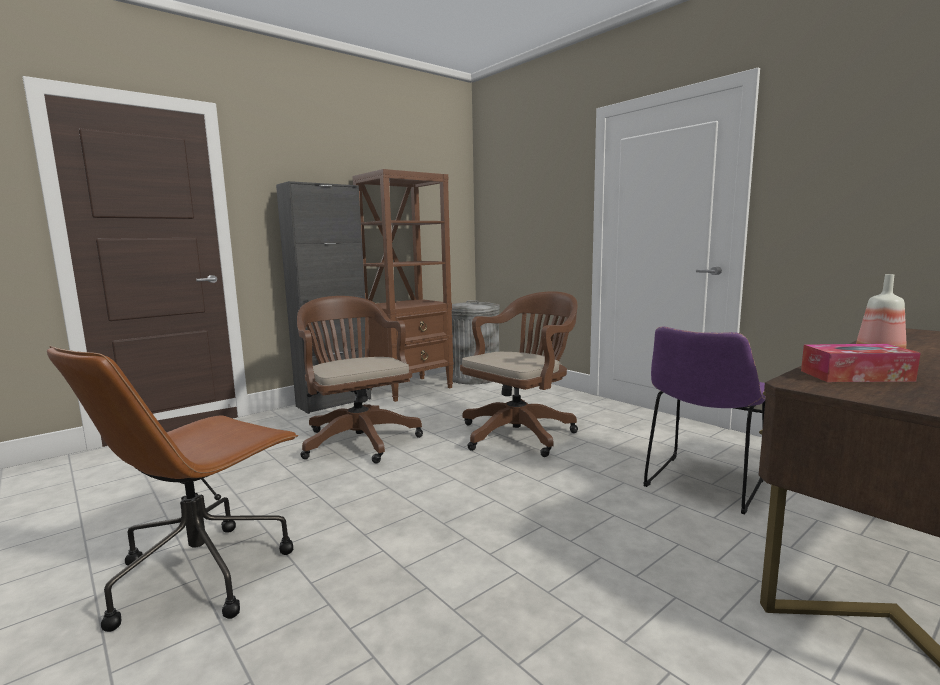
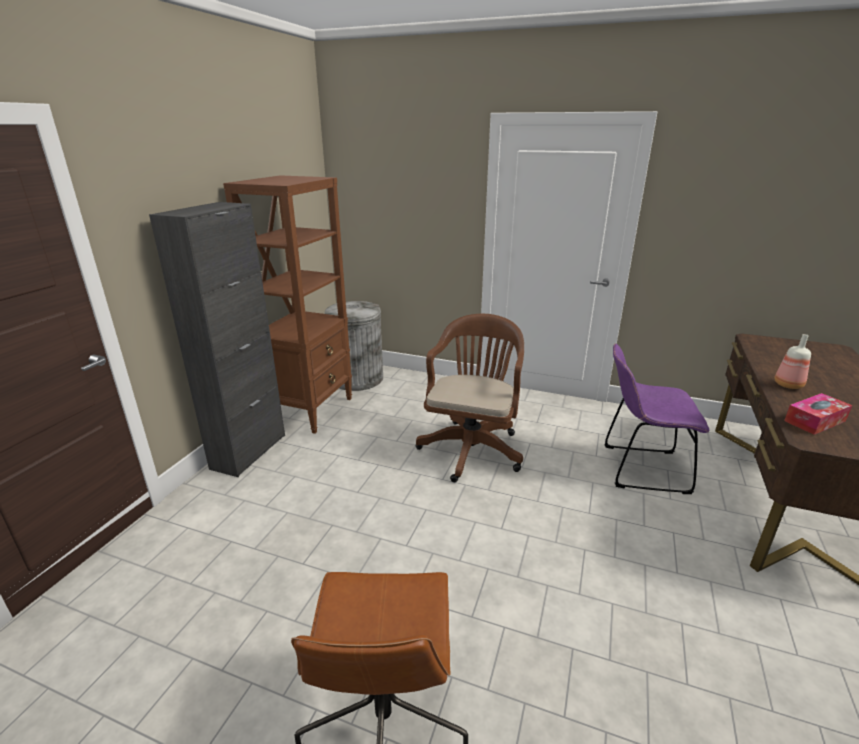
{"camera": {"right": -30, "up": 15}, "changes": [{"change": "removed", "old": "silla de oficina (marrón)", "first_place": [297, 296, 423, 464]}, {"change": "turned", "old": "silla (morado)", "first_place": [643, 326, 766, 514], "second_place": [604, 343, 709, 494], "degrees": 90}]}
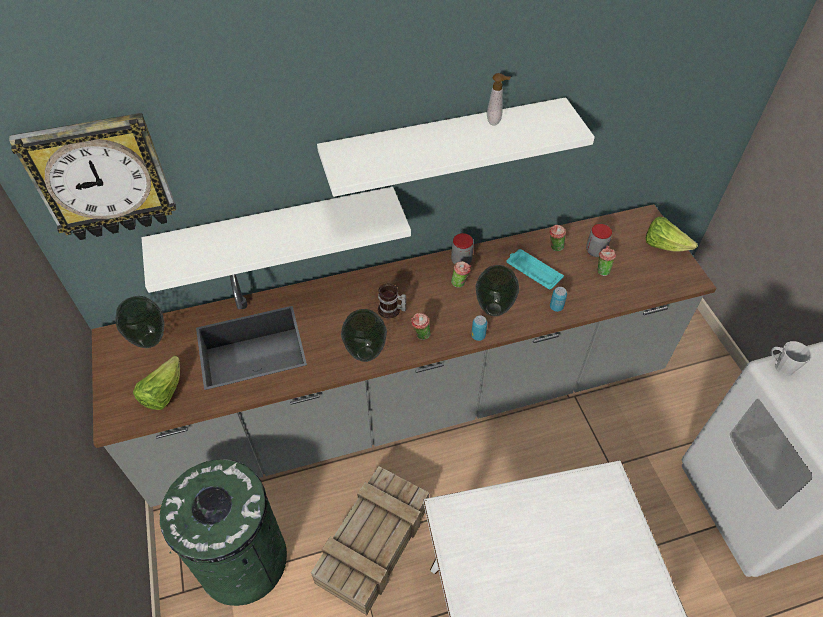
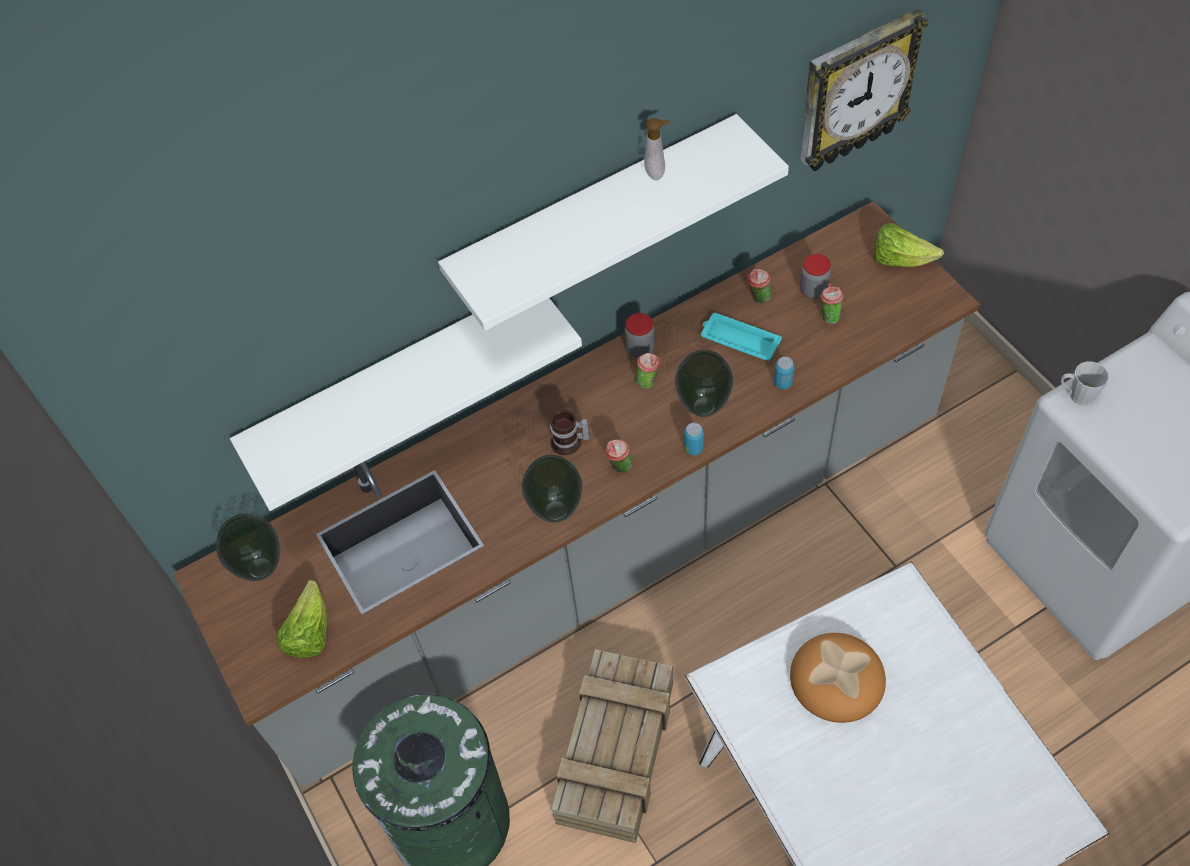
{"camera": {"right": -10, "up": 5}, "changes": [{"change": "moved", "old": "reloj de pared", "first_place": [9, 113, 176, 240], "second_place": [800, 8, 929, 171]}, {"change": "added", "new": "pan", "second_place": [790, 633, 886, 723]}]}
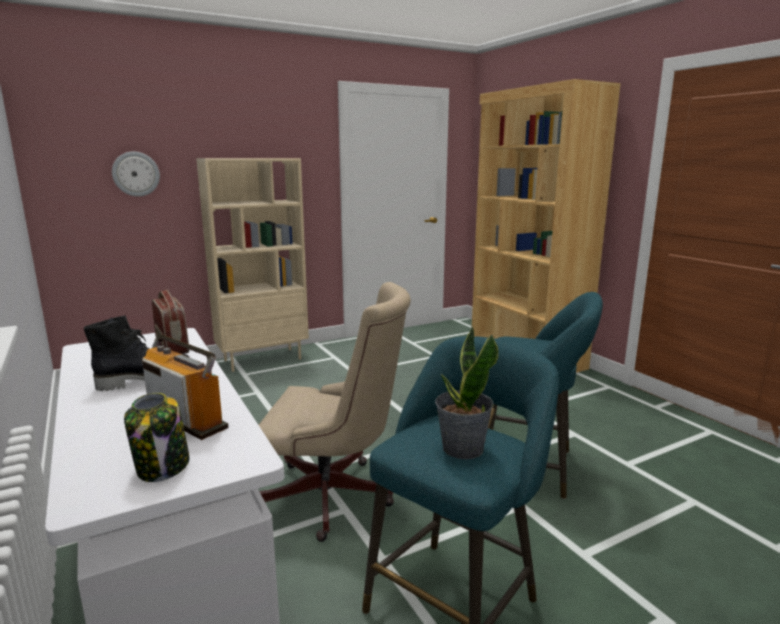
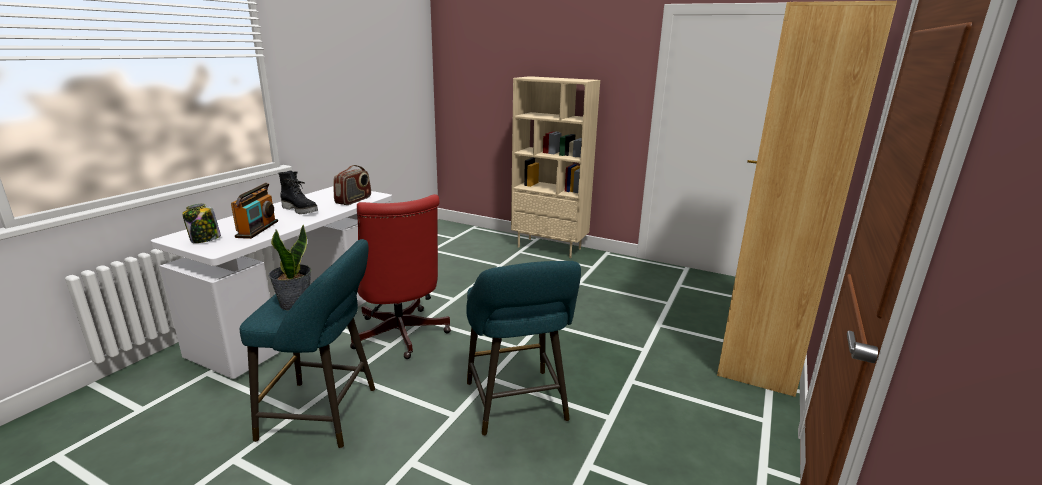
{"camera": {"right": 55, "up": 5}, "changes": [{"change": "removed", "old": "reloj de pared", "first_place": [112, 151, 160, 197]}, {"change": "recoloured", "old": "silla de oficina (beis)", "new": "silla de oficina (rojo)", "first_place": [259, 282, 411, 542], "second_place": [350, 194, 451, 359]}]}
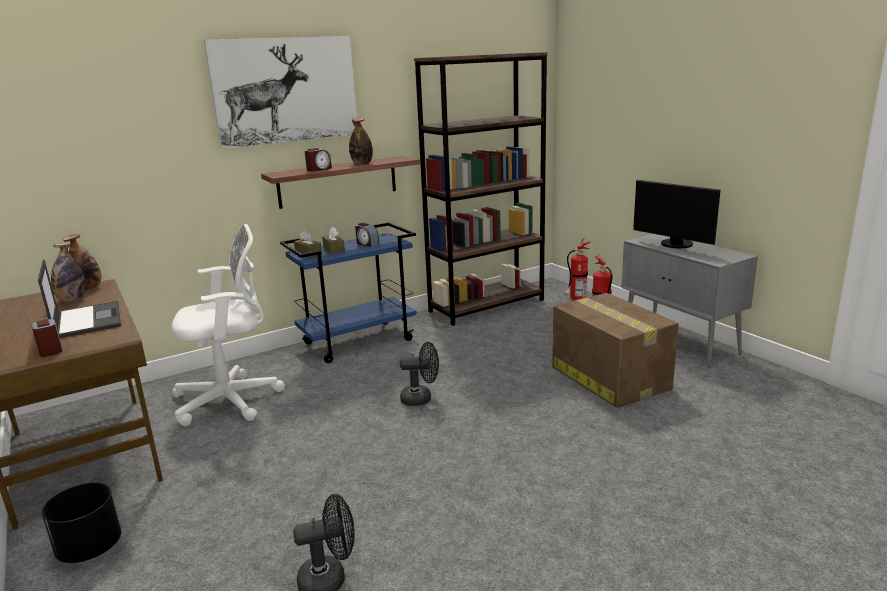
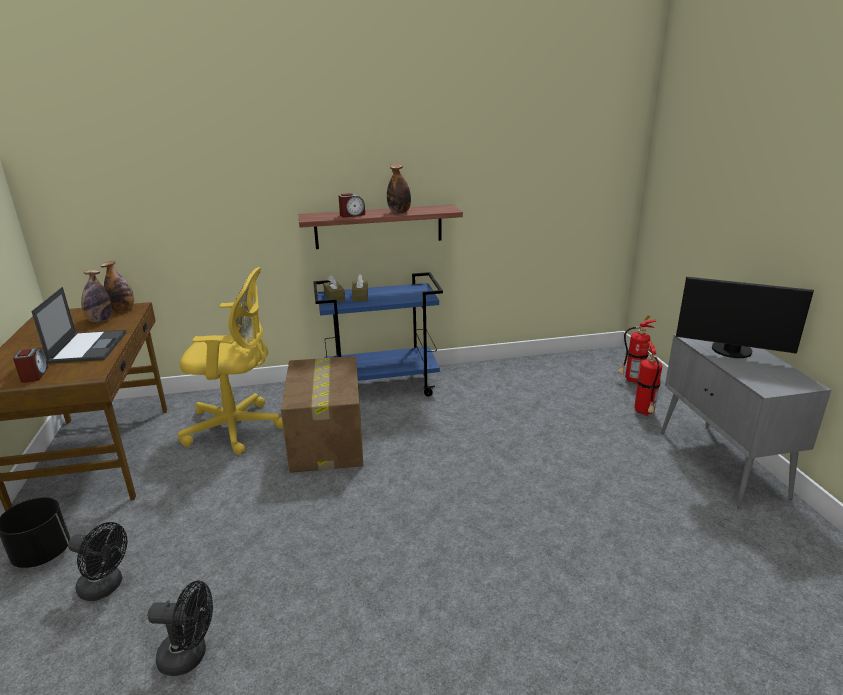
{"camera": {"right": 20, "up": 5}, "changes": [{"change": "removed", "old": "cuadro", "first_place": [204, 36, 357, 149]}, {"change": "removed", "old": "estantería (marrón)", "first_place": [414, 52, 548, 326]}, {"change": "turned", "old": "monitor", "first_place": [633, 180, 721, 248], "second_place": [676, 277, 814, 358], "degrees": -45}, {"change": "removed", "old": "despertador", "first_place": [355, 223, 379, 247]}, {"change": "recoloured", "old": "silla de oficina (blanco)", "new": "silla de oficina (amarillo)", "first_place": [171, 224, 285, 426], "second_place": [177, 267, 283, 455]}, {"change": "moved", "old": "caja de cartón", "first_place": [552, 293, 679, 408], "second_place": [281, 356, 363, 473]}, {"change": "moved", "old": "ventilador (negro)", "first_place": [400, 342, 439, 406], "second_place": [68, 522, 127, 601]}]}
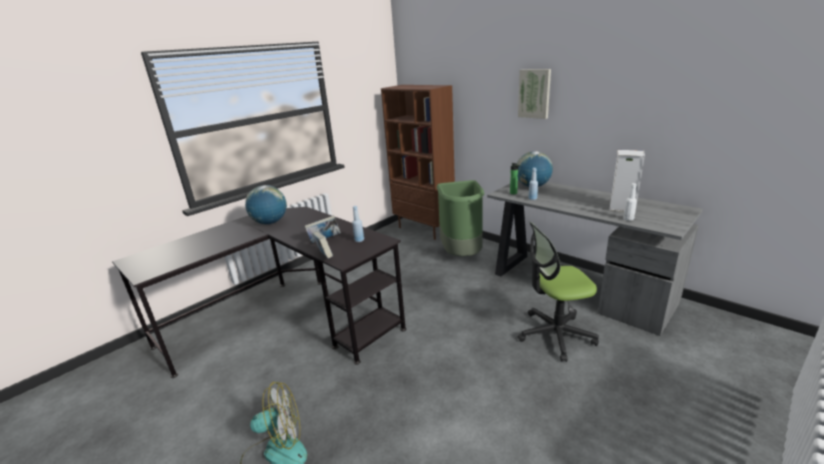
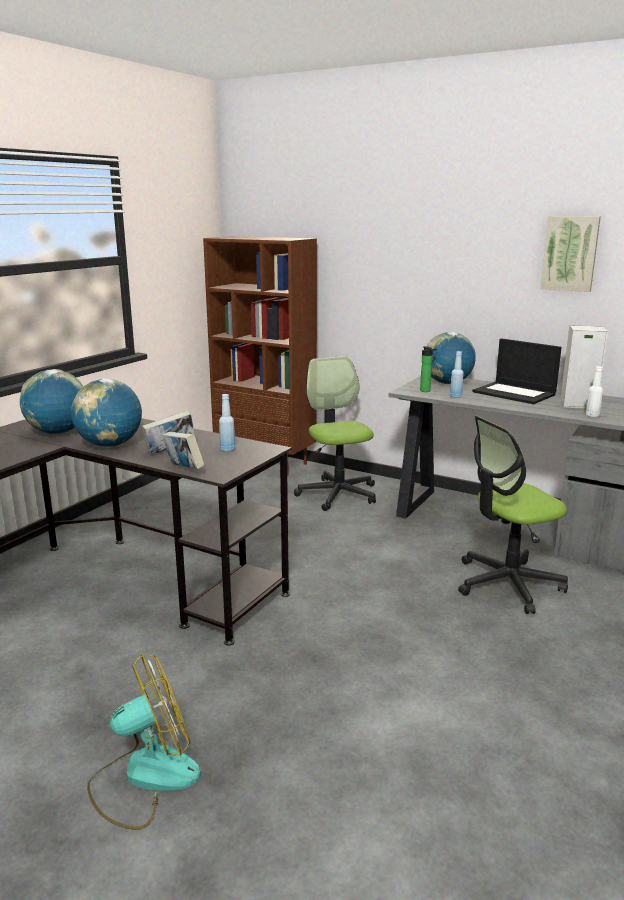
{"camera": {"right": -15, "up": -5}, "changes": [{"change": "moved", "old": "cuadro", "first_place": [518, 69, 551, 119], "second_place": [541, 216, 601, 292]}, {"change": "replaced", "old": "papelera (verde)", "new": "silla de oficina", "first_place": [437, 180, 484, 257], "second_place": [294, 357, 376, 511]}, {"change": "added", "new": "portátil", "second_place": [472, 338, 562, 404]}, {"change": "added", "new": "globo terráqueo", "second_place": [71, 378, 142, 447]}]}
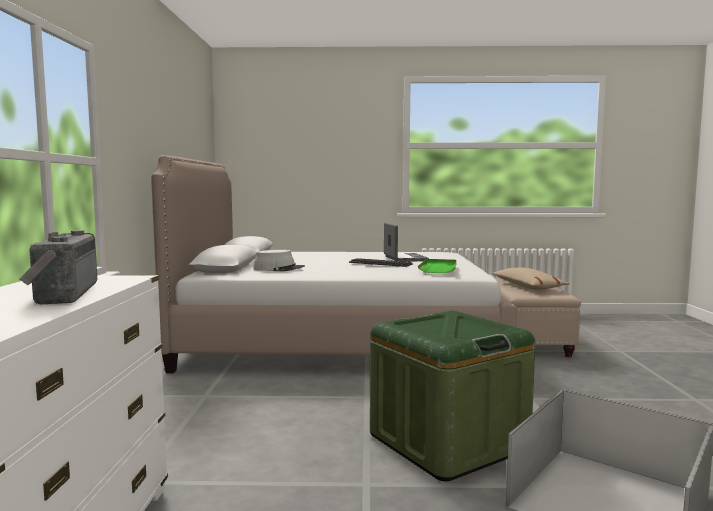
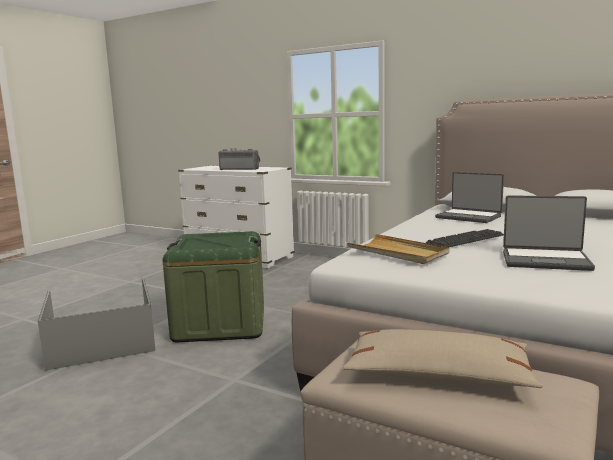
{"camera": {"right": 120, "up": 5}, "changes": [{"change": "replaced", "old": "sombrero (gris)", "new": "portátil", "first_place": [253, 250, 305, 271], "second_place": [435, 172, 504, 223]}, {"change": "recoloured", "old": "bandeja (verde)", "new": "bandeja (beis)", "first_place": [418, 259, 457, 273], "second_place": [347, 234, 449, 264]}]}
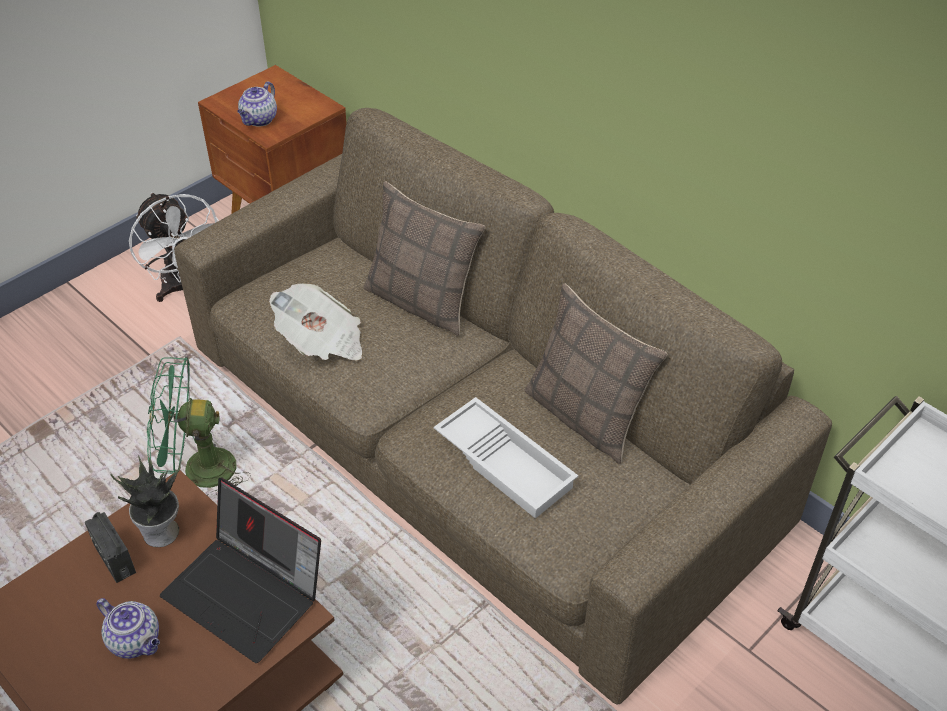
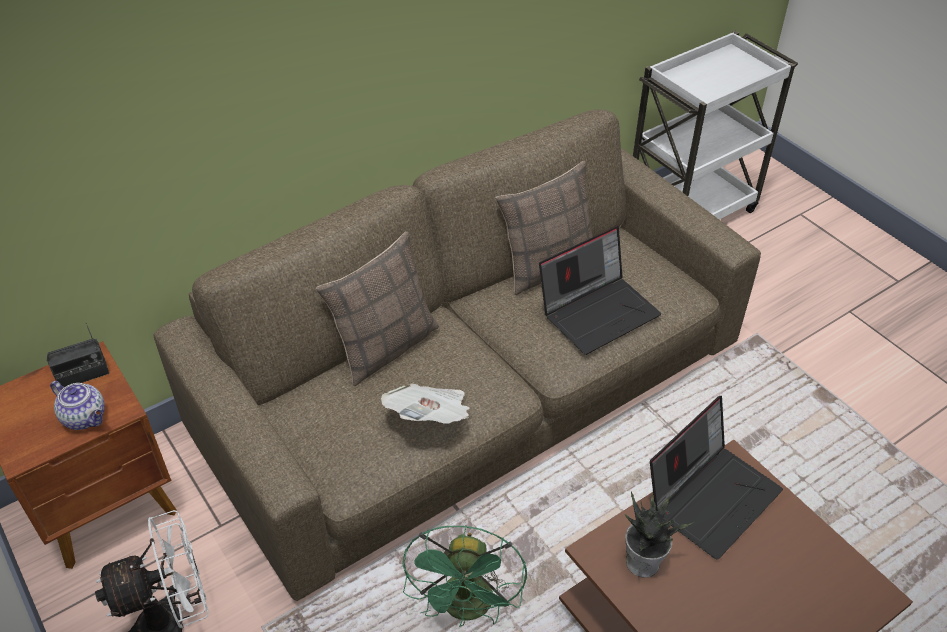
{"camera": {"right": -80, "up": 0}, "changes": [{"change": "replaced", "old": "bandeja (blanco)", "new": "portátil", "first_place": [434, 397, 578, 518], "second_place": [539, 226, 661, 355]}, {"change": "moved", "old": "radio", "first_place": [85, 512, 136, 583], "second_place": [47, 322, 109, 387]}, {"change": "removed", "old": "tetera", "first_place": [96, 598, 160, 659]}]}
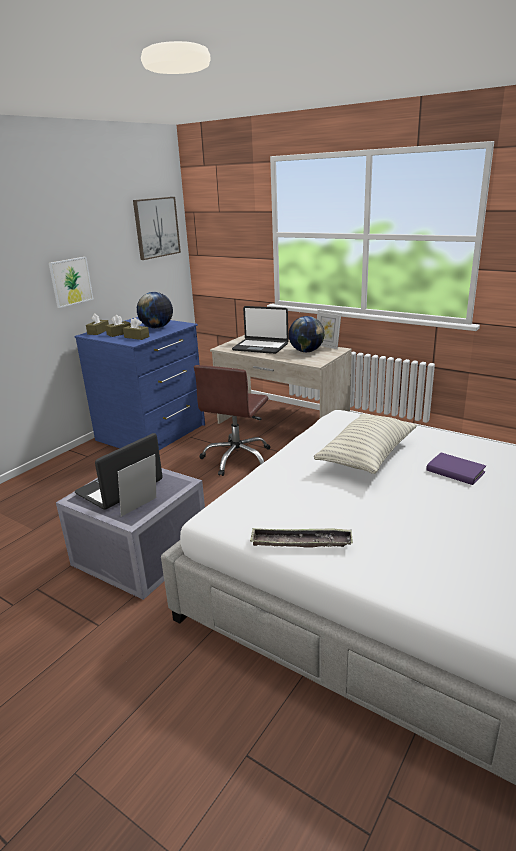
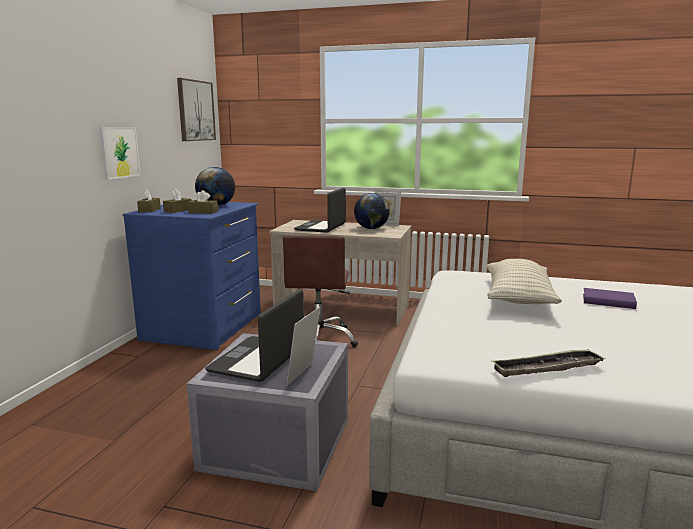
{"camera": {"right": -20, "up": -10}, "changes": [{"change": "turned", "old": "portátil", "first_place": [232, 306, 288, 354], "second_place": [294, 188, 346, 233], "degrees": 105}]}
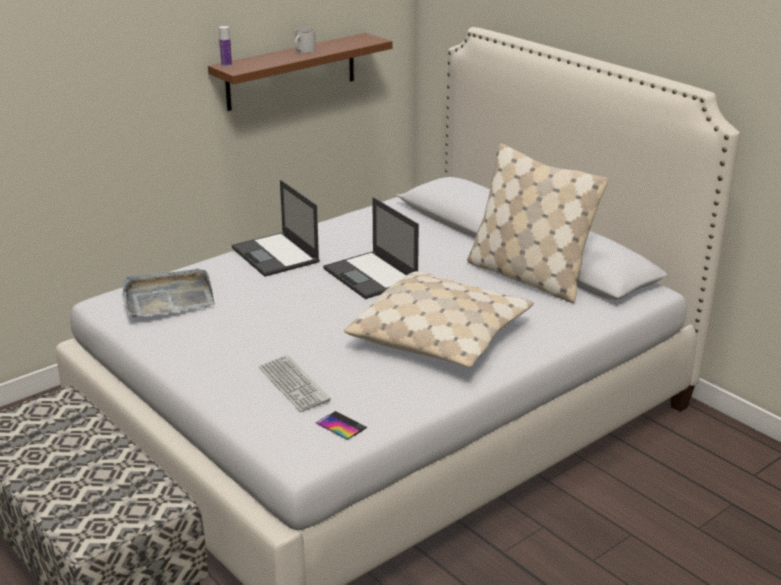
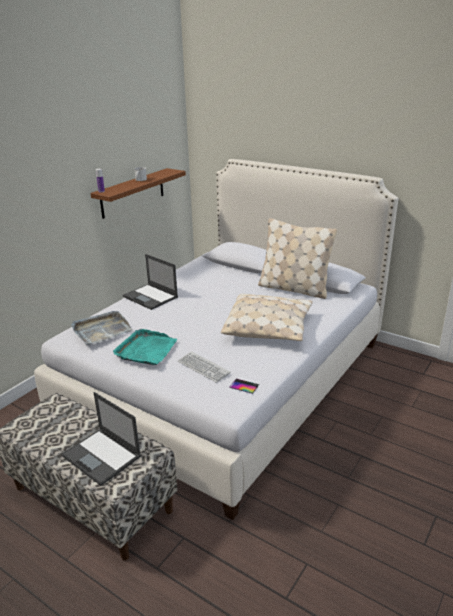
{"camera": {"right": -15, "up": 0}, "changes": [{"change": "moved", "old": "portátil", "first_place": [323, 197, 419, 299], "second_place": [62, 392, 141, 486]}, {"change": "added", "new": "bandeja (turquesa)", "second_place": [113, 329, 177, 365]}]}
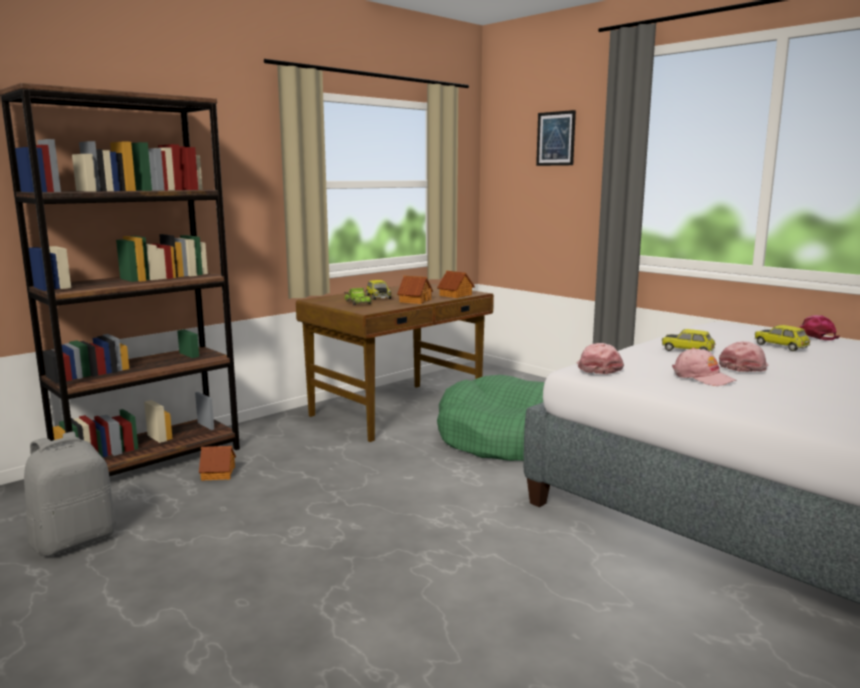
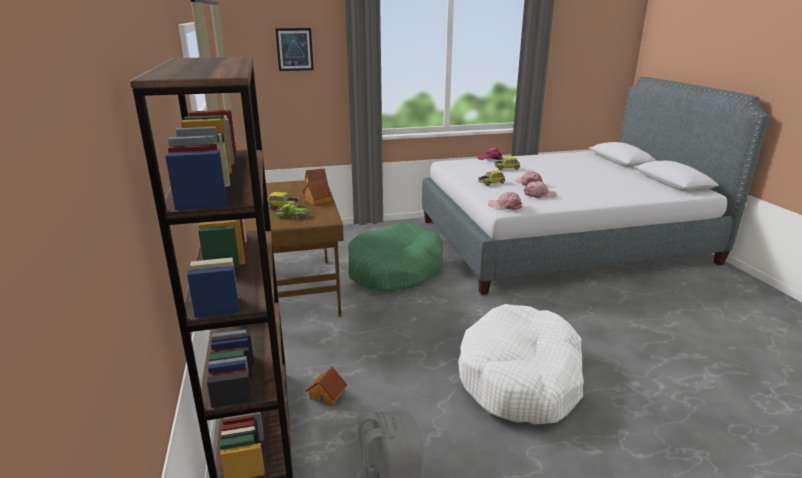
{"camera": {"right": -60, "up": 10}, "changes": [{"change": "added", "new": "cama para perro (blanco)", "second_place": [458, 304, 584, 424]}]}
